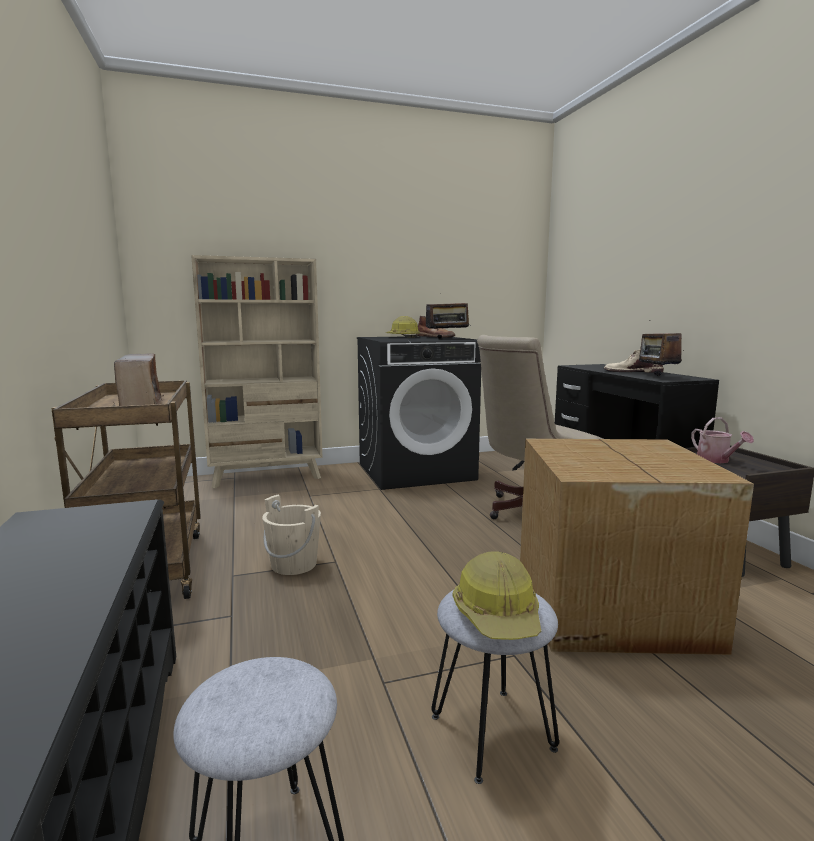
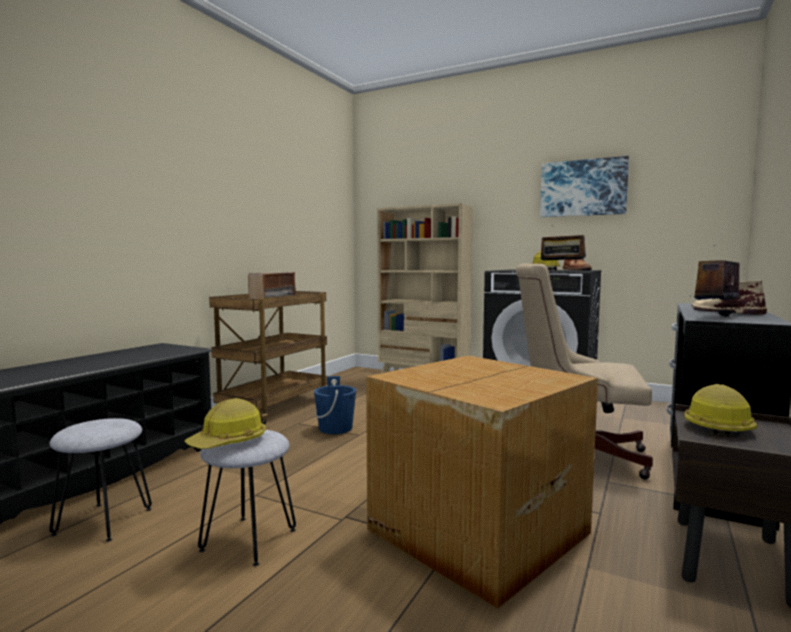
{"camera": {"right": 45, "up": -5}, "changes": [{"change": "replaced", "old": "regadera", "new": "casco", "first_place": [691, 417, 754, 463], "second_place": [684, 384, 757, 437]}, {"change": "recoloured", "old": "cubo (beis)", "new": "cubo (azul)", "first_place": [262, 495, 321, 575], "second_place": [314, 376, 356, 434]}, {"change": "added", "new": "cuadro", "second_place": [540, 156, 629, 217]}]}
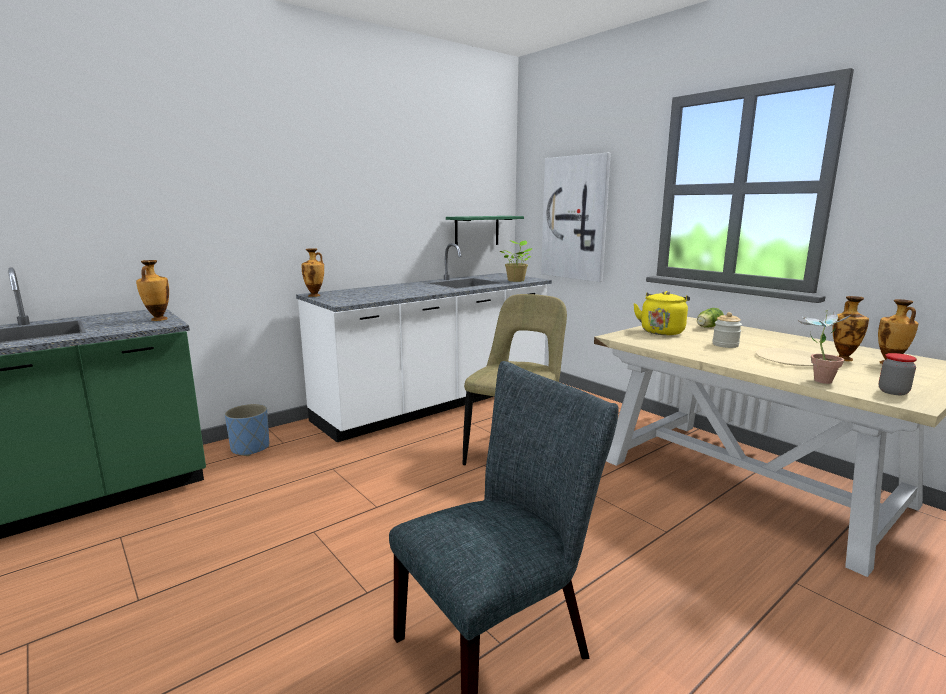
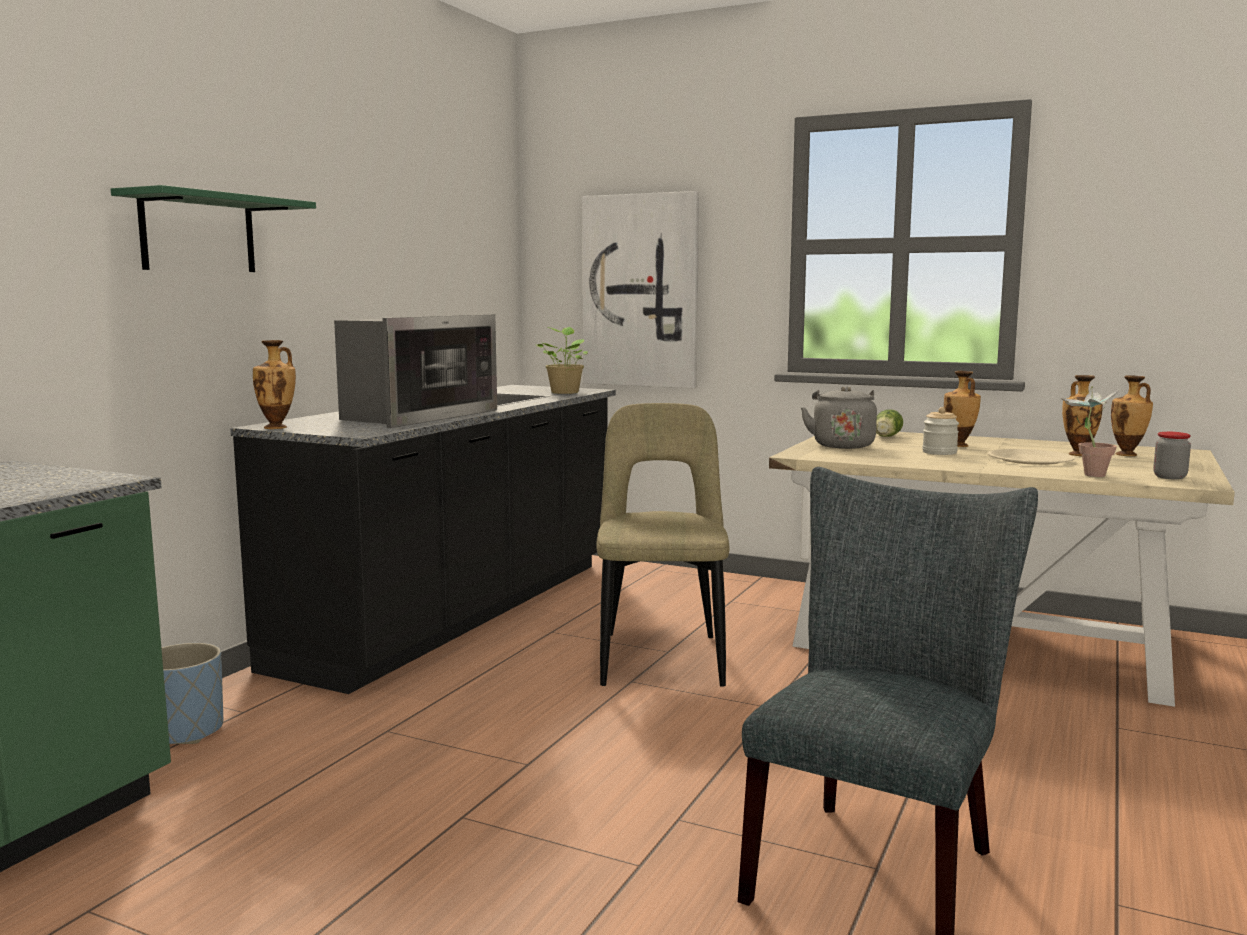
{"camera": {"right": -25, "up": -5}, "changes": [{"change": "moved", "old": "estante (verde)", "first_place": [446, 216, 524, 246], "second_place": [111, 185, 316, 272]}, {"change": "recoloured", "old": "mueble bajo de cocina (blanco)", "new": "mueble bajo de cocina (negro)", "first_place": [296, 243, 552, 442], "second_place": [230, 385, 616, 694]}, {"change": "moved", "old": "florero", "first_place": [136, 260, 169, 321], "second_place": [944, 371, 981, 447]}, {"change": "recoloured", "old": "hervidor (amarillo)", "new": "hervidor (gris)", "first_place": [633, 291, 690, 335], "second_place": [801, 386, 877, 449]}, {"change": "added", "new": "microondas", "second_place": [334, 314, 497, 428]}]}
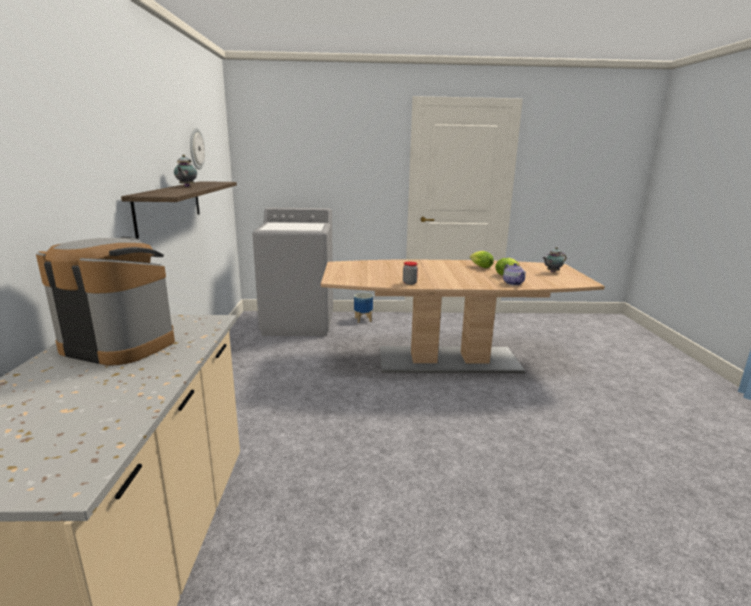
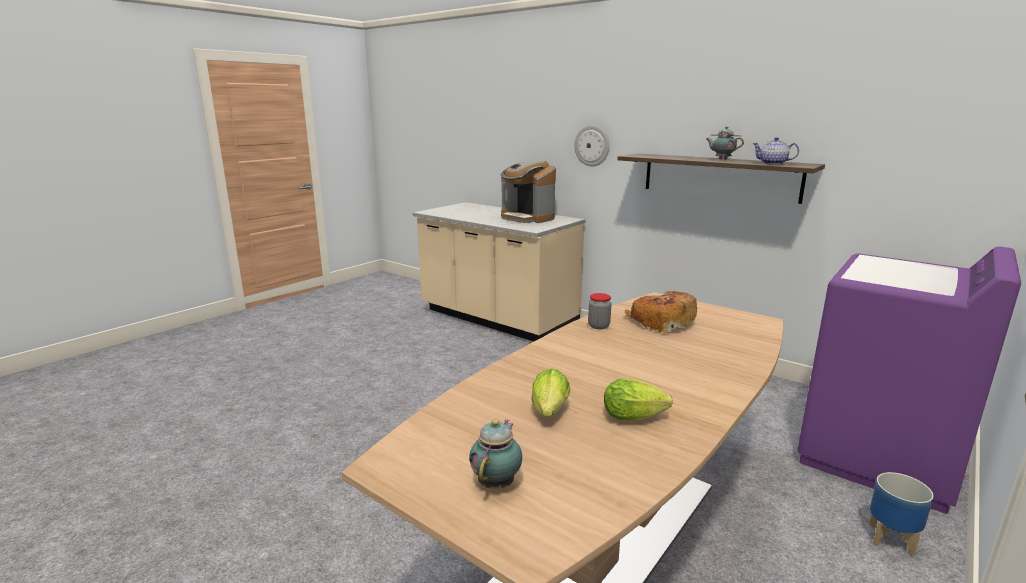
{"camera": {"right": 130, "up": 0}, "changes": [{"change": "moved", "old": "reloj de pared", "first_place": [190, 128, 205, 169], "second_place": [574, 125, 610, 167]}, {"change": "recoloured", "old": "lavadora (gris)", "new": "lavadora (morado)", "first_place": [252, 208, 333, 336], "second_place": [797, 247, 1021, 514]}, {"change": "turned", "old": "cafetera", "first_place": [36, 236, 175, 366], "second_place": [501, 160, 556, 223], "degrees": 75}, {"change": "moved", "old": "tetera", "first_place": [503, 263, 526, 286], "second_place": [752, 137, 799, 165]}, {"change": "added", "new": "pan", "second_place": [625, 291, 697, 333]}]}
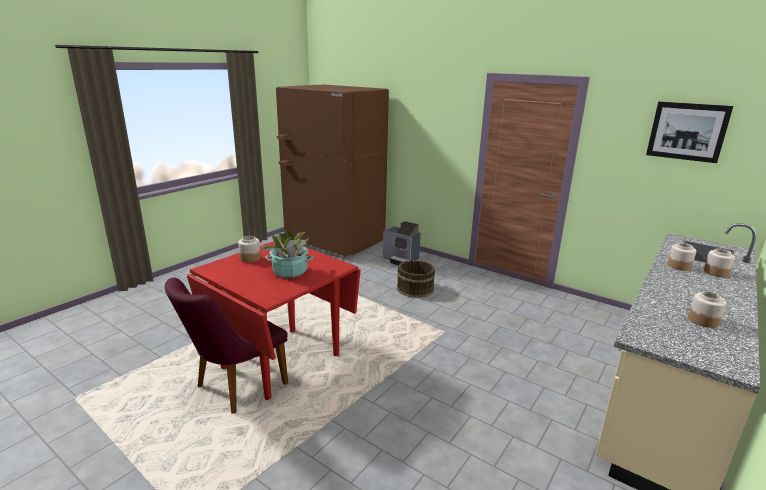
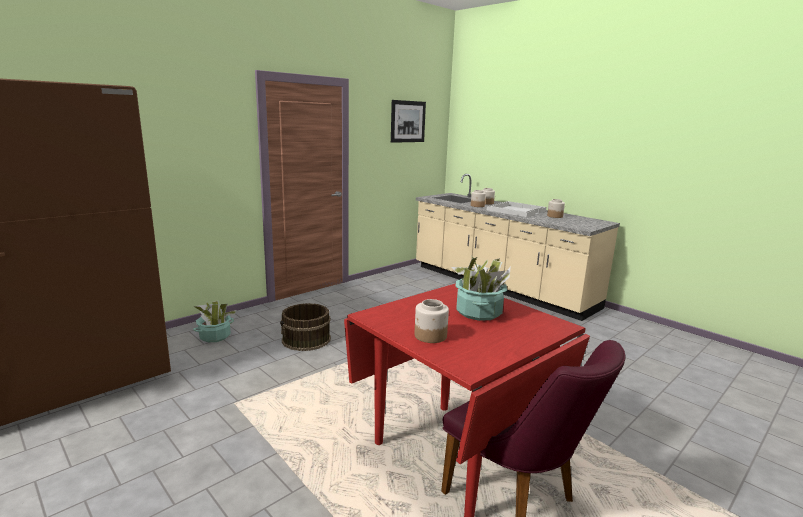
{"camera": {"right": -80, "up": -5}, "changes": [{"change": "replaced", "old": "cafetera", "new": "planta en maceta", "first_place": [383, 221, 420, 265], "second_place": [193, 301, 236, 342]}, {"change": "added", "new": "bandeja (blanco)", "second_place": [487, 201, 546, 217]}]}
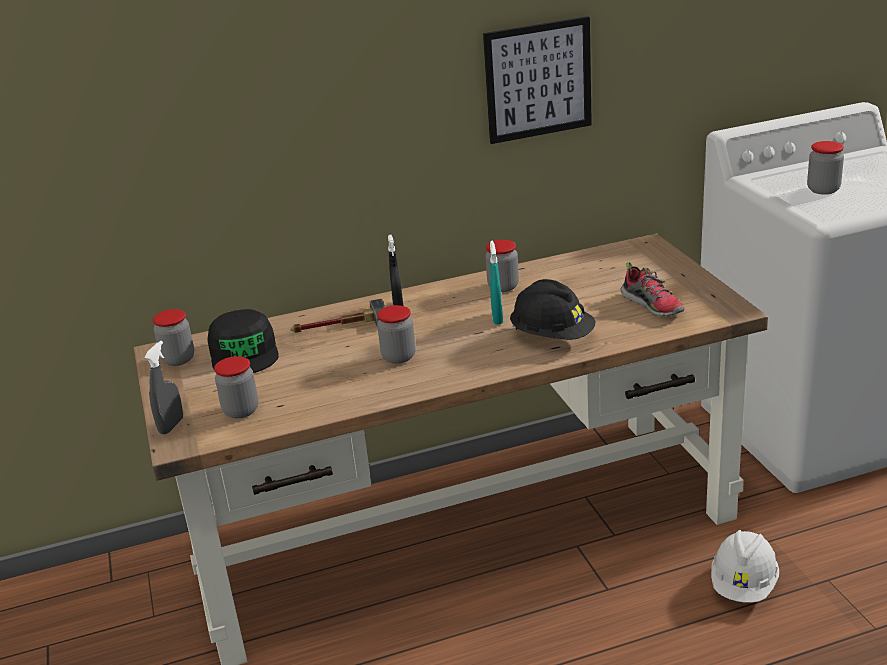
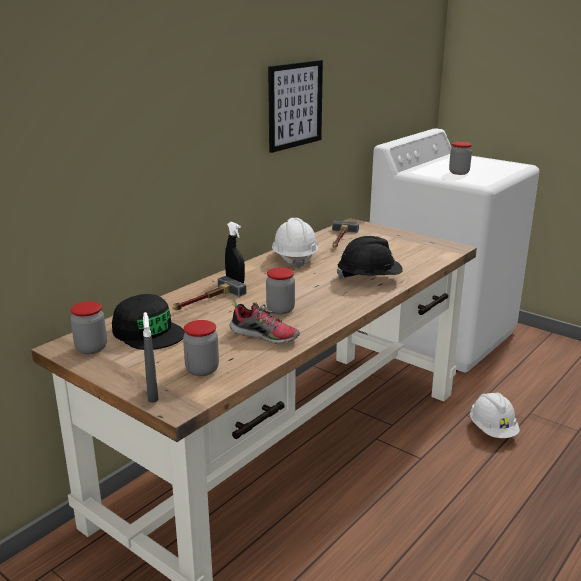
{"camera": {"right": -35, "up": -5}, "changes": [{"change": "replaced", "old": "tarro", "new": "casco (blanco)", "first_place": [485, 240, 519, 292], "second_place": [272, 218, 319, 269]}, {"change": "removed", "old": "pulverizador (turquesa)", "first_place": [490, 241, 503, 325]}, {"change": "moved", "old": "zapato", "first_place": [621, 262, 685, 317], "second_place": [230, 301, 300, 344]}, {"change": "added", "new": "martillo", "second_place": [332, 221, 359, 247]}]}
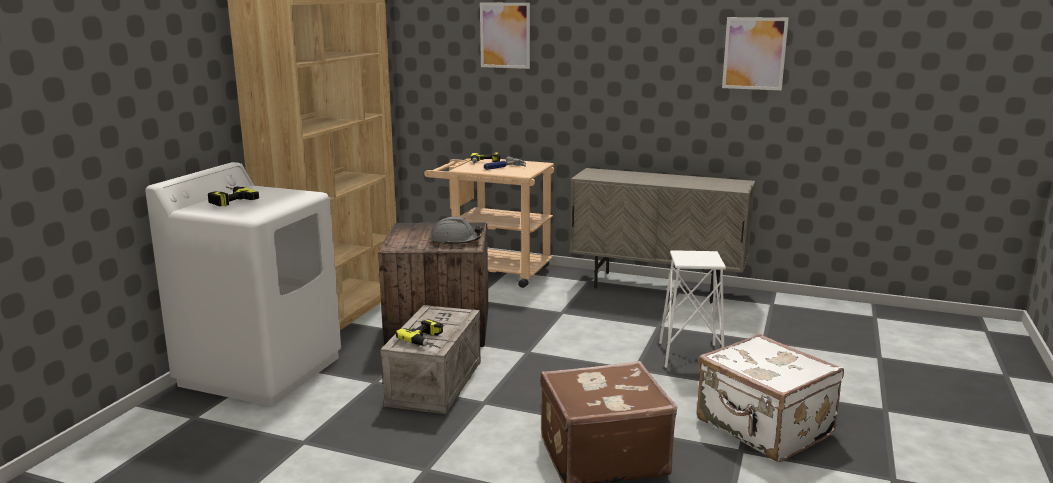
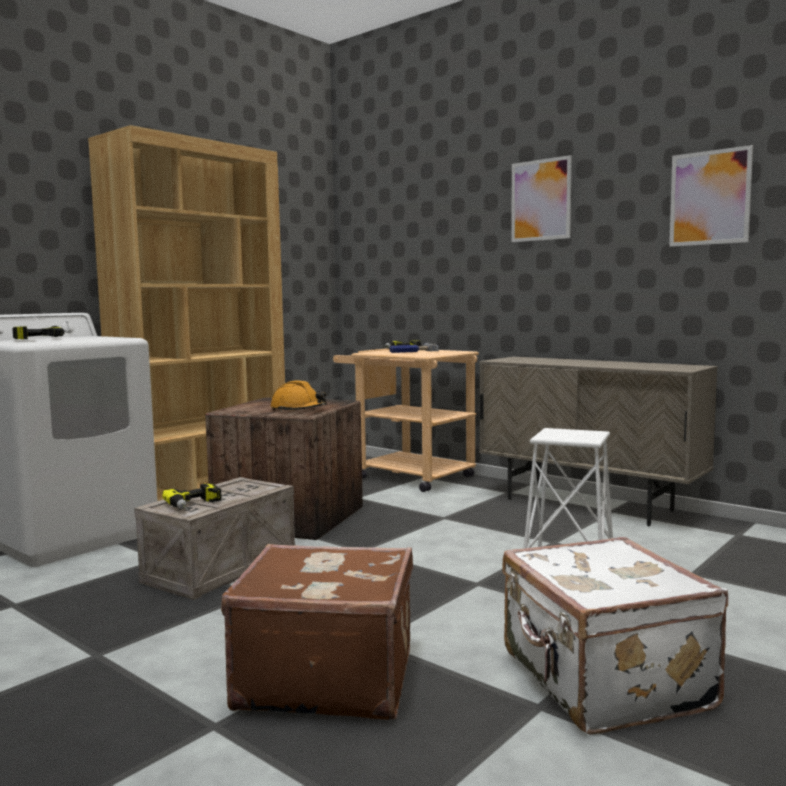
{"camera": {"right": 20, "up": -10}, "changes": [{"change": "moved", "old": "cuadro", "first_place": [480, 3, 530, 69], "second_place": [511, 155, 572, 242]}, {"change": "recoloured", "old": "casco (gris)", "new": "casco (naranja)", "first_place": [431, 217, 483, 246], "second_place": [270, 380, 327, 412]}]}
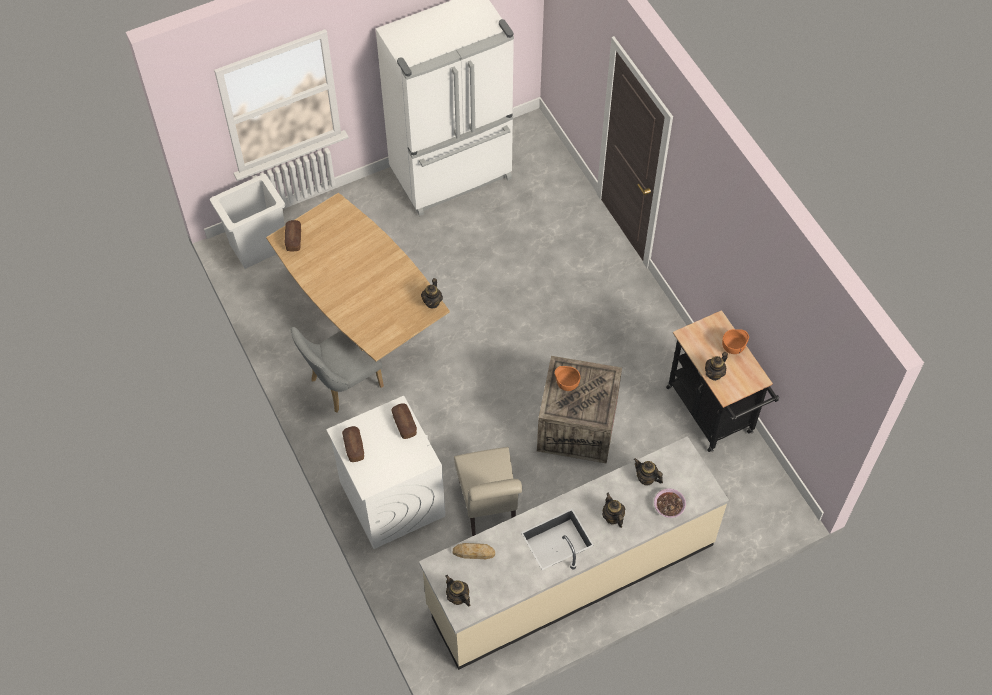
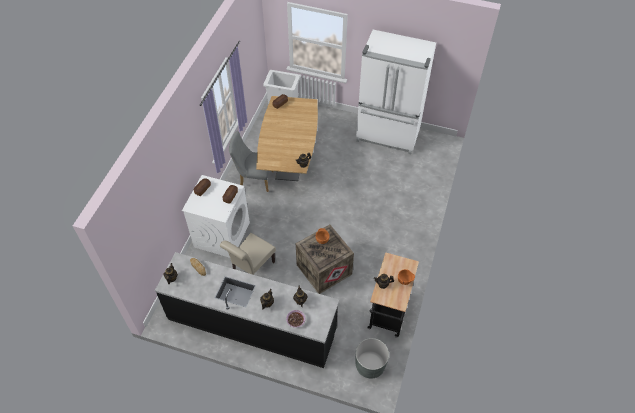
{"camera": {"right": 45, "up": -5}, "changes": [{"change": "recoloured", "old": "mueble bajo de cocina (beis)", "new": "mueble bajo de cocina (negro)", "first_place": [419, 436, 729, 670], "second_place": [155, 252, 339, 368]}, {"change": "added", "new": "maceta (gris)", "second_place": [355, 338, 389, 378]}]}
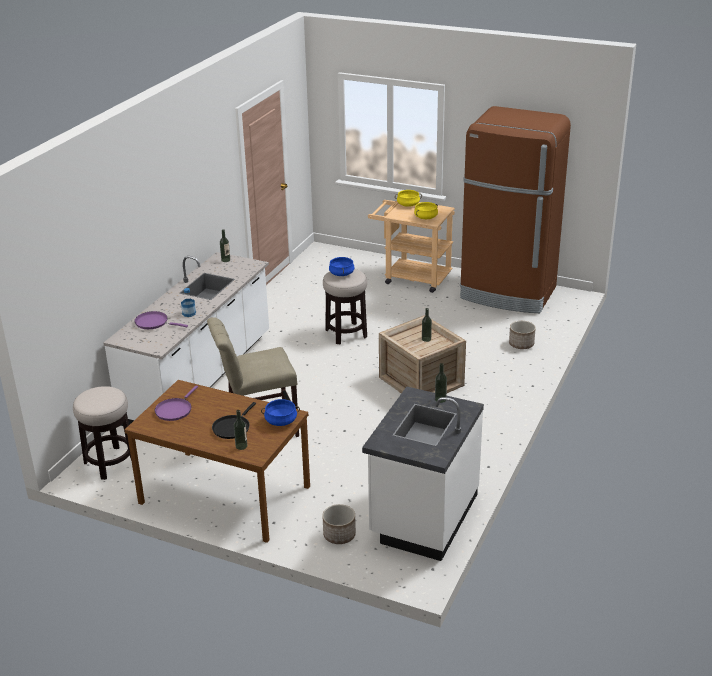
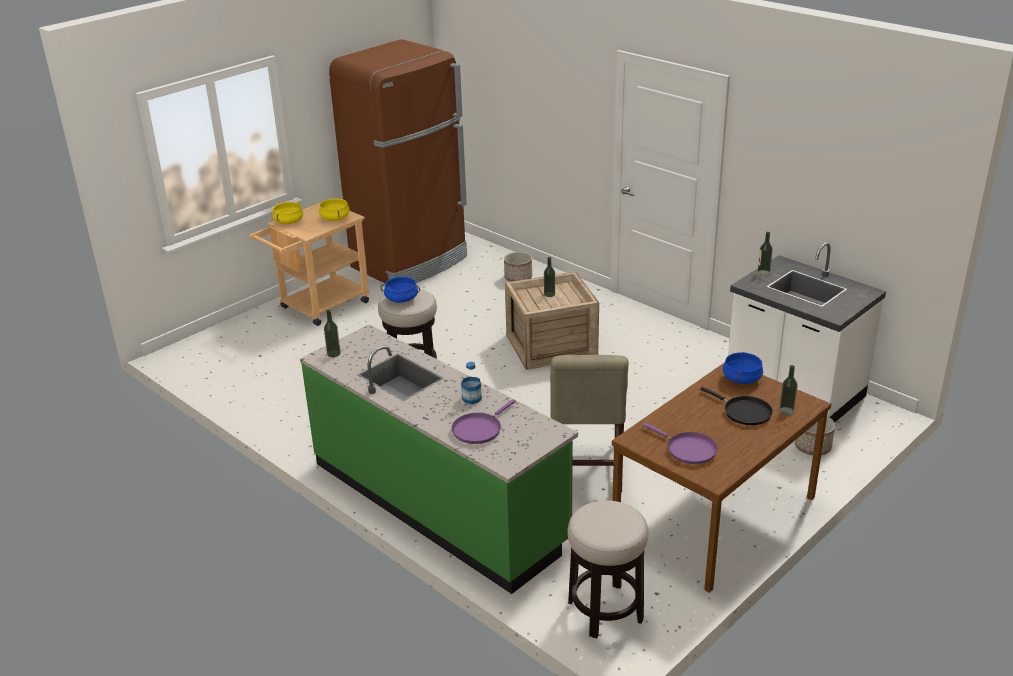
{"camera": {"right": -70, "up": 0}, "changes": [{"change": "recoloured", "old": "mueble bajo de cocina (blanco)", "new": "mueble bajo de cocina (verde)", "first_place": [103, 252, 269, 426], "second_place": [300, 325, 578, 594]}]}
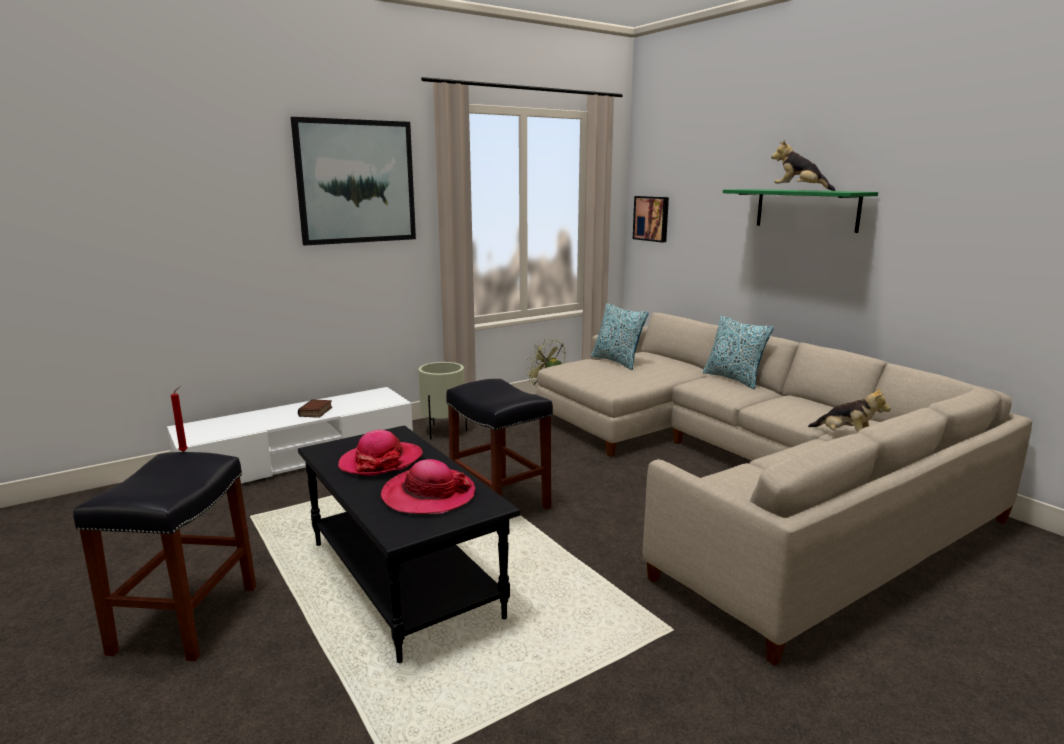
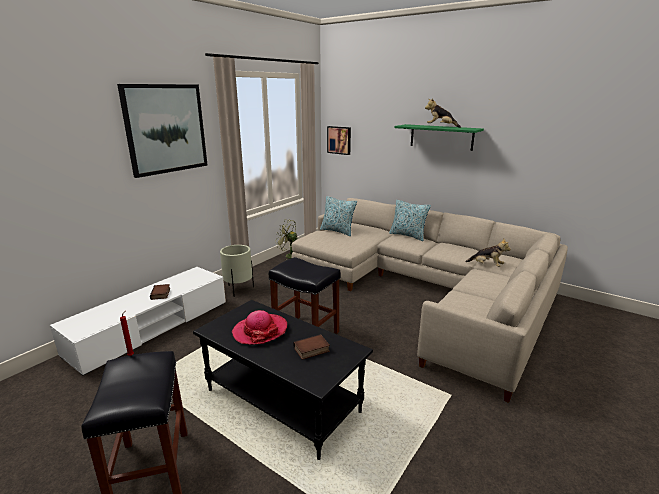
{"camera": {"right": -20, "up": 5}, "changes": [{"change": "replaced", "old": "sombrero", "new": "libro", "first_place": [381, 459, 475, 514], "second_place": [293, 334, 330, 360]}]}
